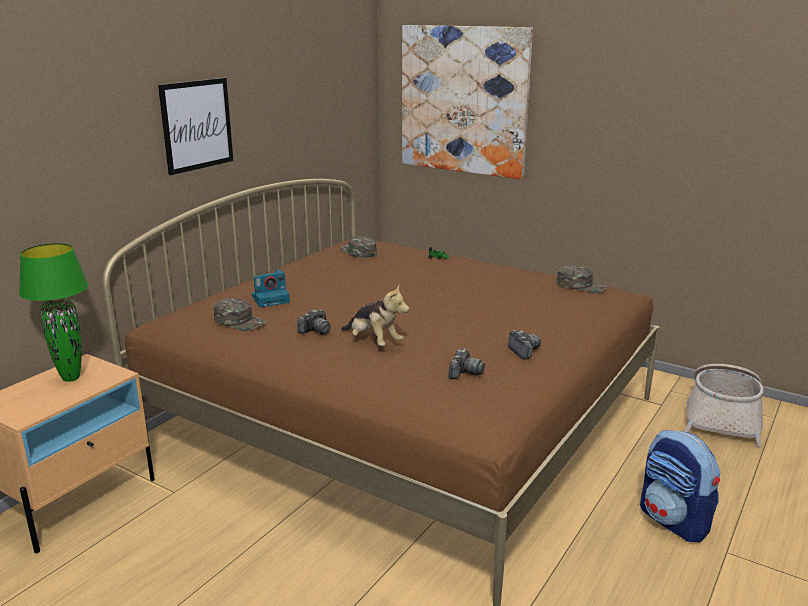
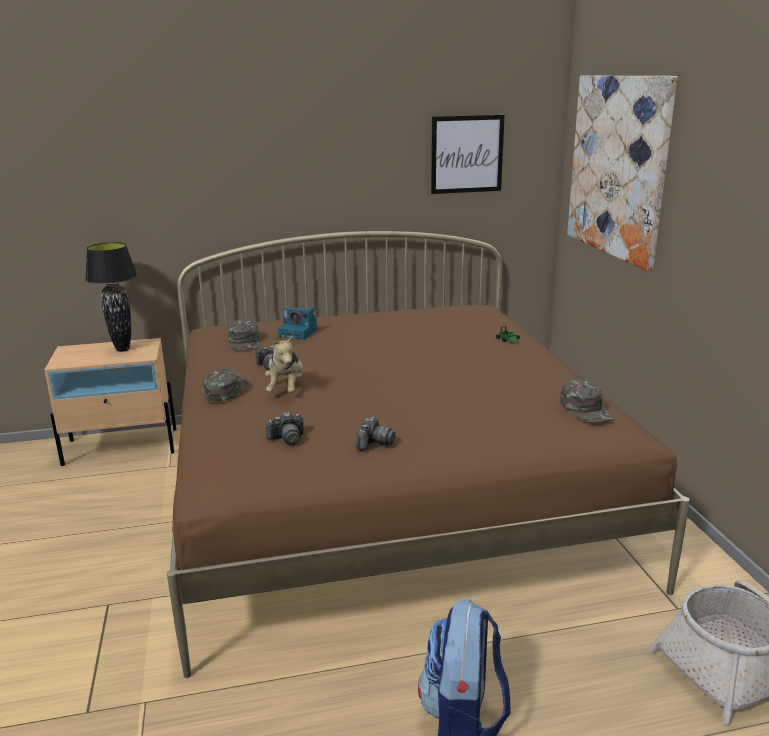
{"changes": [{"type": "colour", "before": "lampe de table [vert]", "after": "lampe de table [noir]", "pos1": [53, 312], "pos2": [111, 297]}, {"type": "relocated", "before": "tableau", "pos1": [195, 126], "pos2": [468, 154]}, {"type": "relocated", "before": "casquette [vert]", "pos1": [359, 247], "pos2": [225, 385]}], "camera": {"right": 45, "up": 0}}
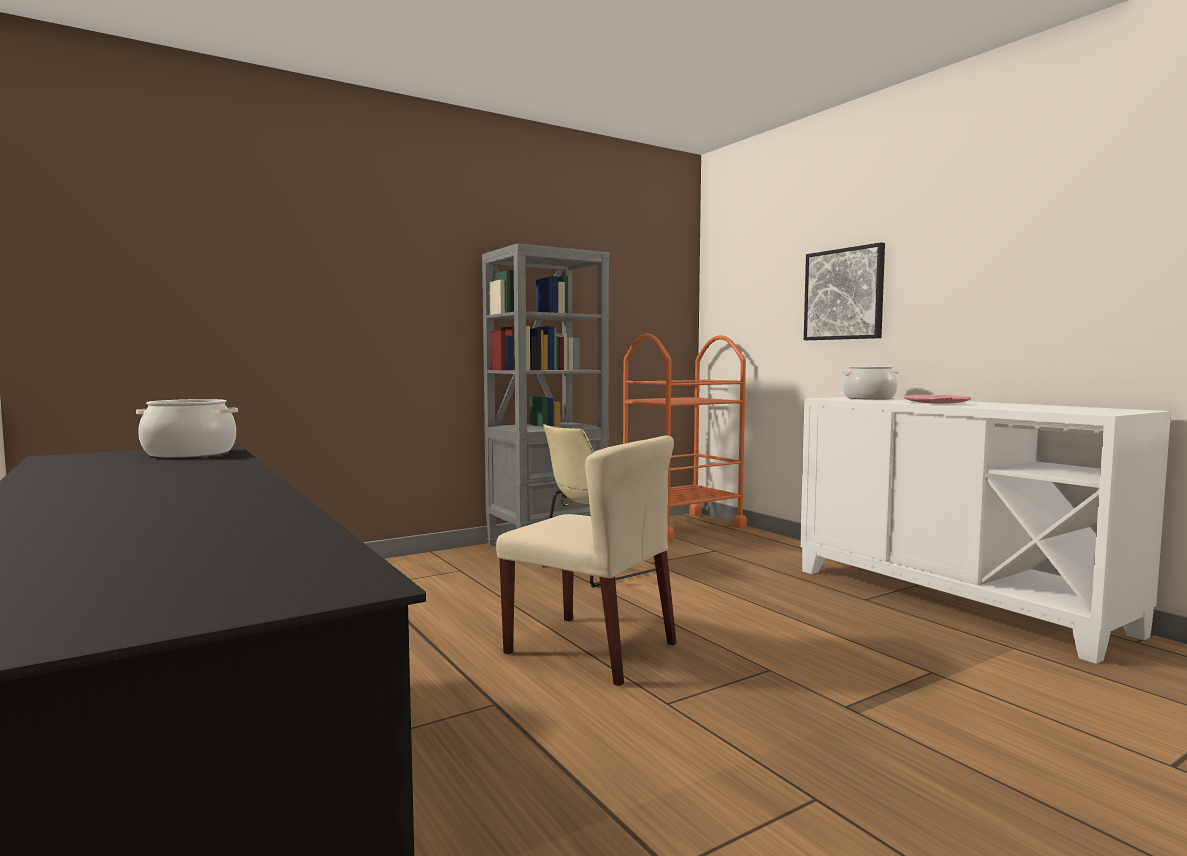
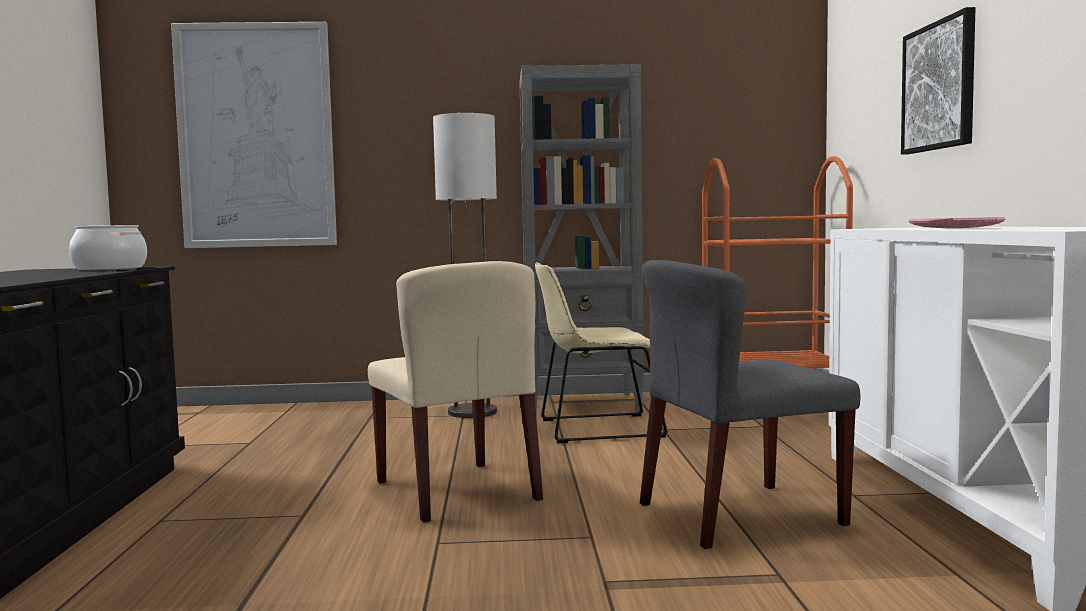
{"changes": [{"type": "missing", "before": "marmite", "pos1": [870, 383]}, {"type": "appeared", "after": "tableau", "pos2": [254, 135]}, {"type": "appeared", "after": "lampadaire", "pos2": [465, 265]}, {"type": "appeared", "after": "chaise [gris]", "pos2": [750, 404]}], "camera": {"right": 30, "up": 0}}
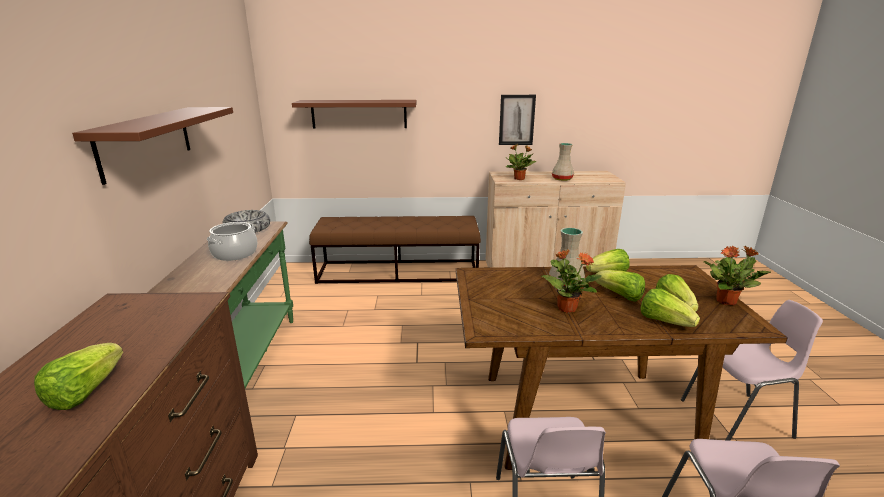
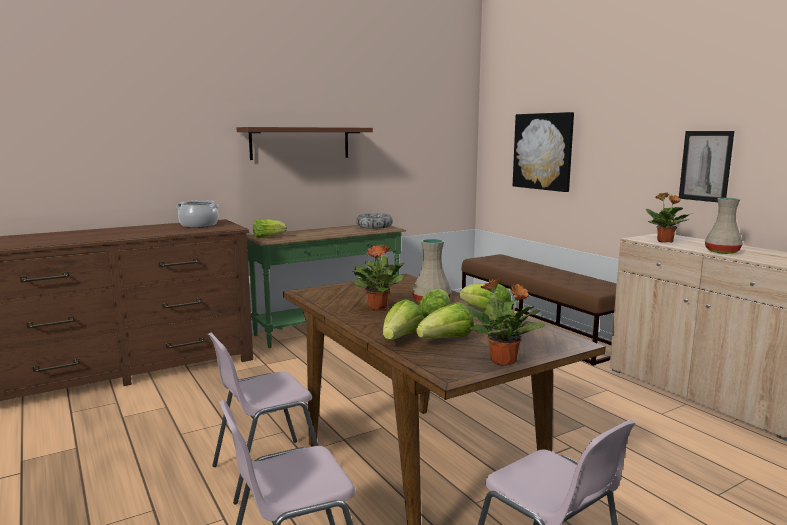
{"changes": [{"type": "relocated", "before": "laitue", "pos1": [78, 376], "pos2": [270, 228]}, {"type": "relocated", "before": "marmite", "pos1": [232, 241], "pos2": [197, 214]}, {"type": "exchanged", "before": "étagère [marron]", "after": "tableau", "pos1": [354, 114], "pos2": [543, 152]}], "camera": {"right": 60, "up": -10}}
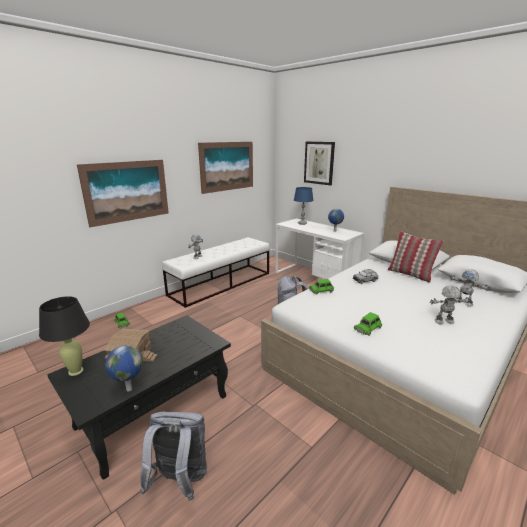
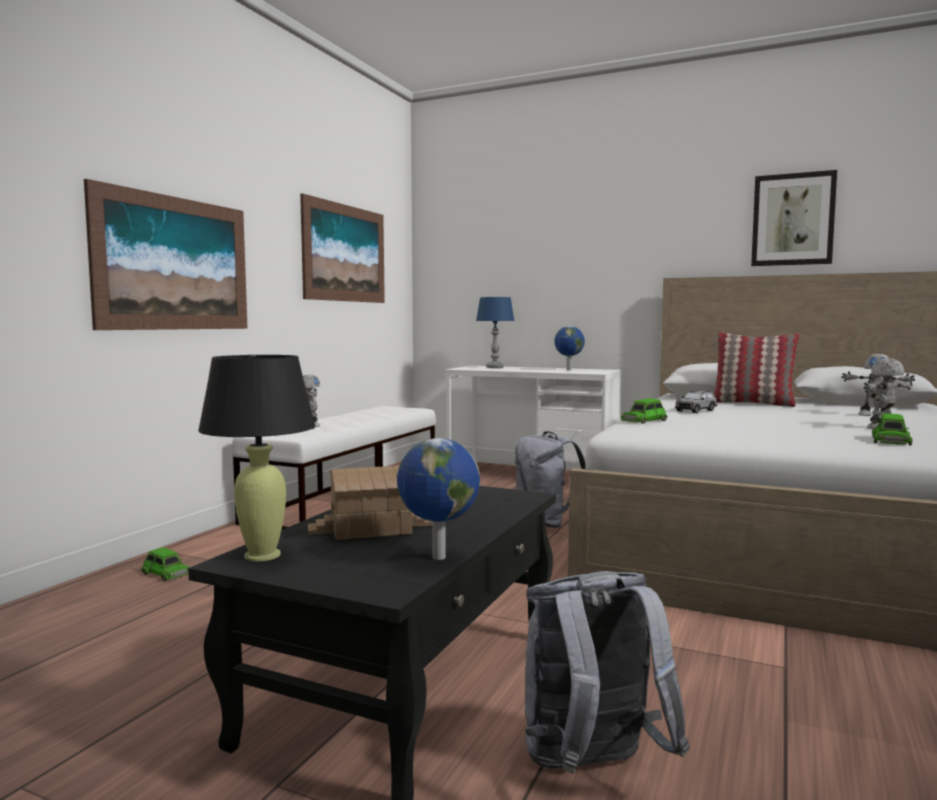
{"changes": [{"type": "relocated", "before": "tableau", "pos1": [319, 163], "pos2": [794, 218]}, {"type": "relocated", "before": "petite voiture [vert]", "pos1": [368, 324], "pos2": [892, 429]}], "camera": {"right": -20, "up": -15}}
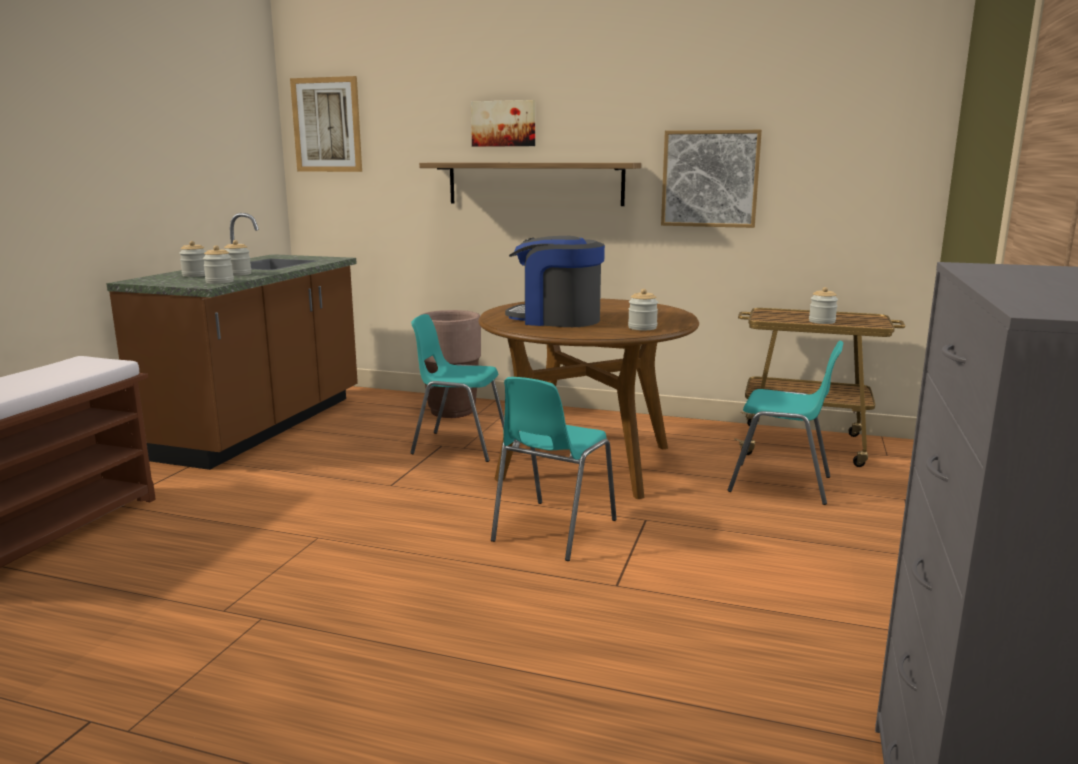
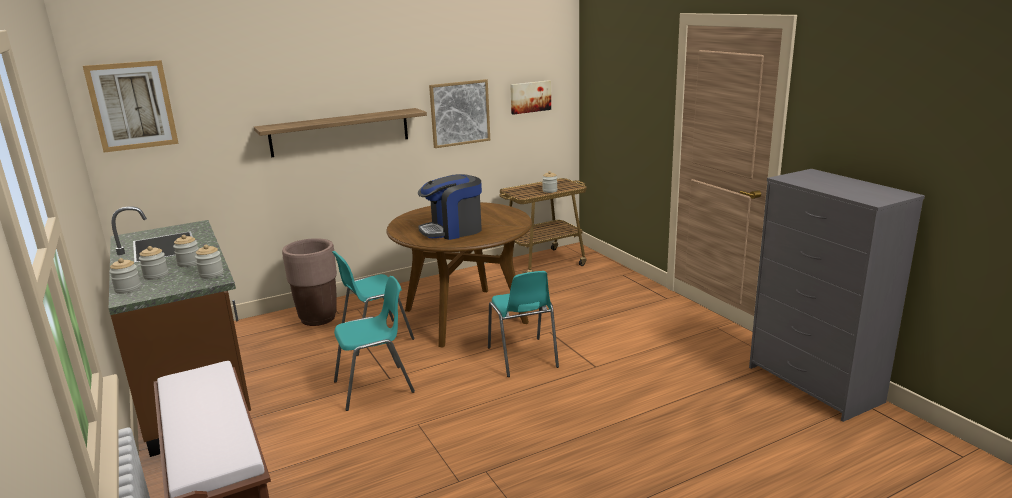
{"changes": [{"type": "relocated", "before": "tableau", "pos1": [503, 123], "pos2": [530, 97]}, {"type": "relocated", "before": "bocal", "pos1": [643, 309], "pos2": [125, 276]}, {"type": "relocated", "before": "chaise [turquoise]", "pos1": [785, 422], "pos2": [374, 343]}], "camera": {"right": -45, "up": 5}}
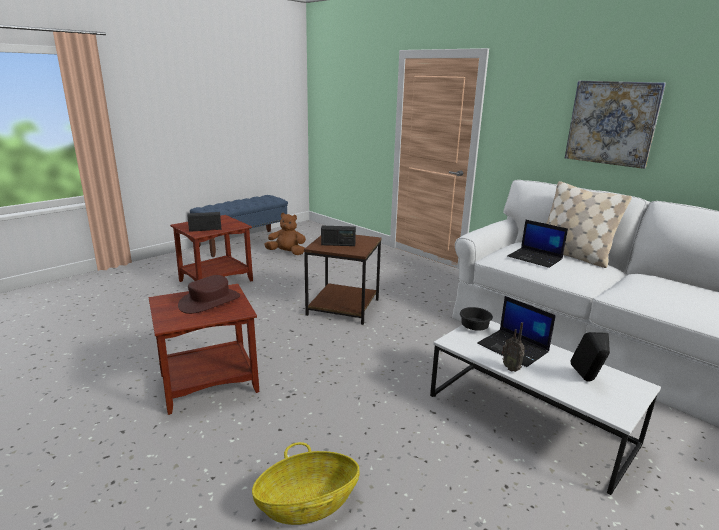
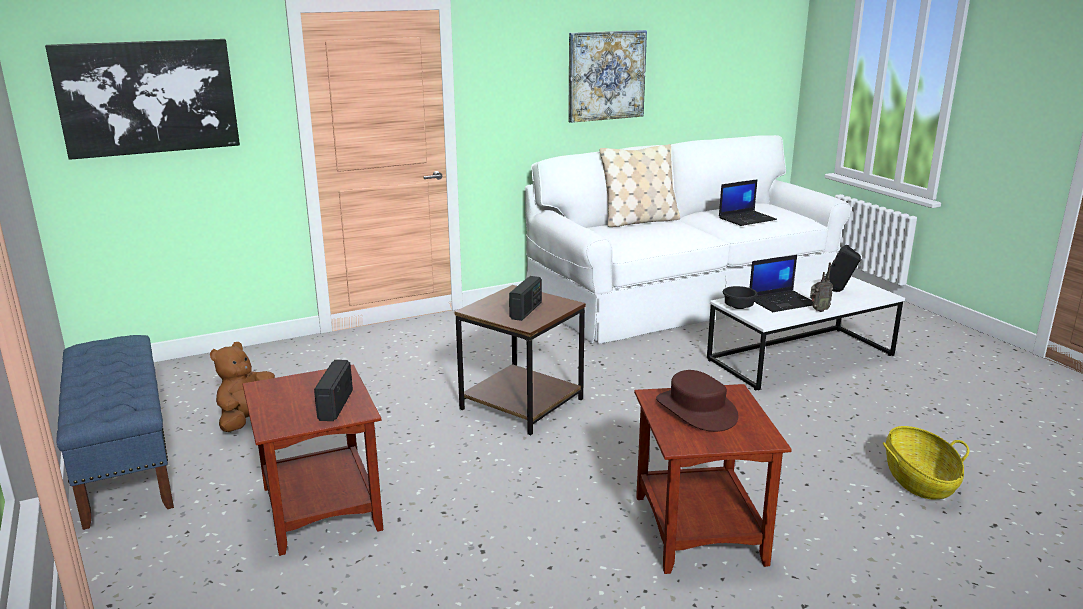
{"changes": [{"type": "relocated", "before": "ordinateur portable", "pos1": [537, 243], "pos2": [748, 202]}, {"type": "appeared", "after": "tableau", "pos2": [142, 99]}], "camera": {"right": -70, "up": 0}}
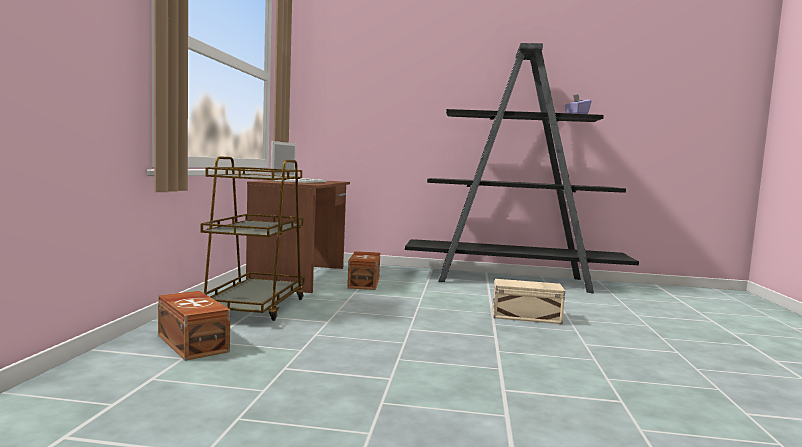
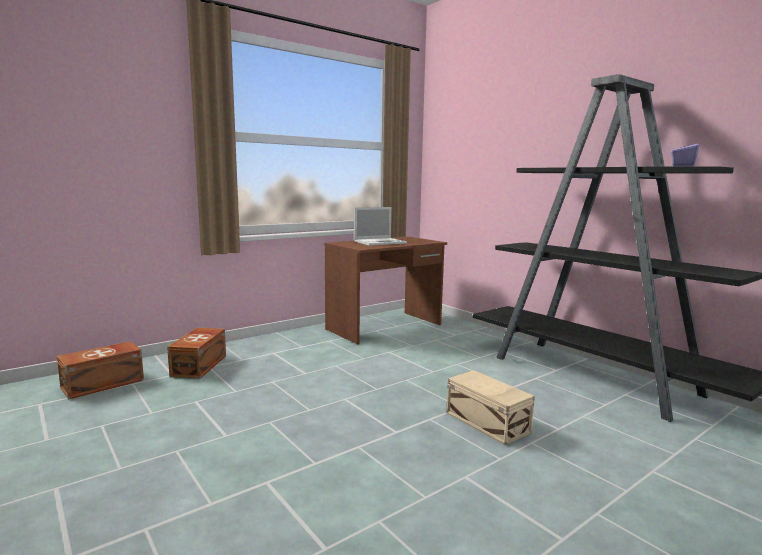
{"changes": [{"type": "missing", "before": "chariot [marron]", "pos1": [253, 238]}, {"type": "relocated", "before": "boîte de rangement [marron]", "pos1": [363, 270], "pos2": [100, 370]}], "camera": {"right": 45, "up": 5}}
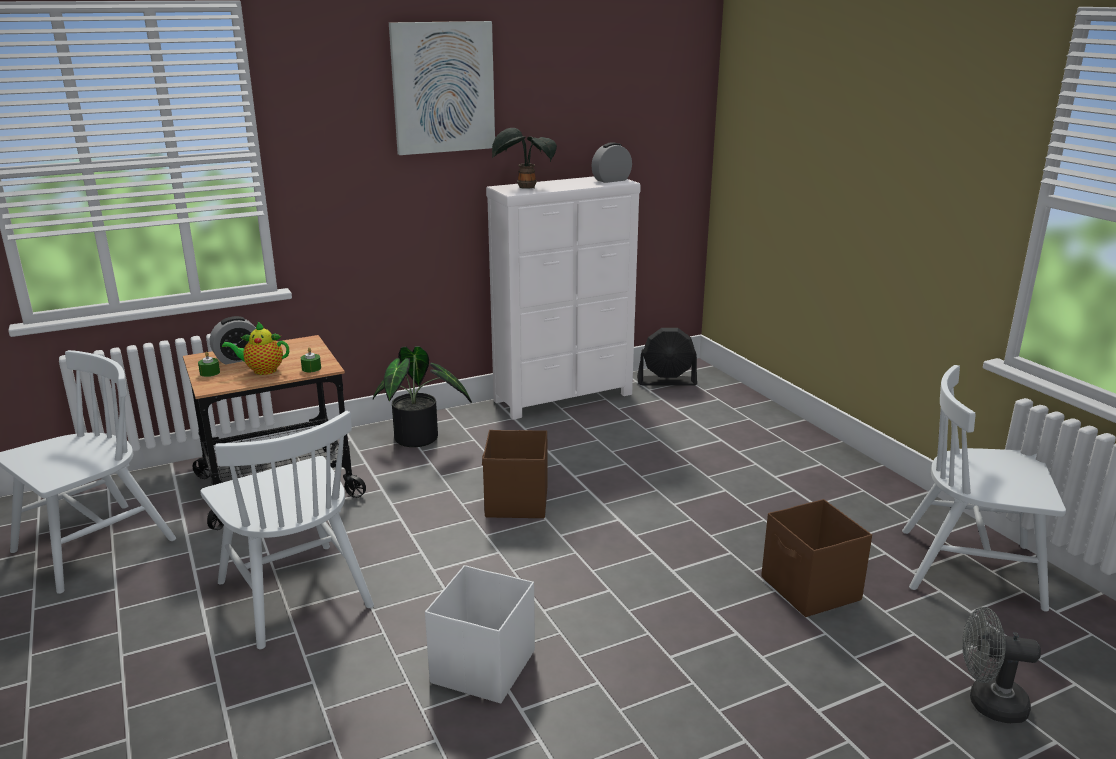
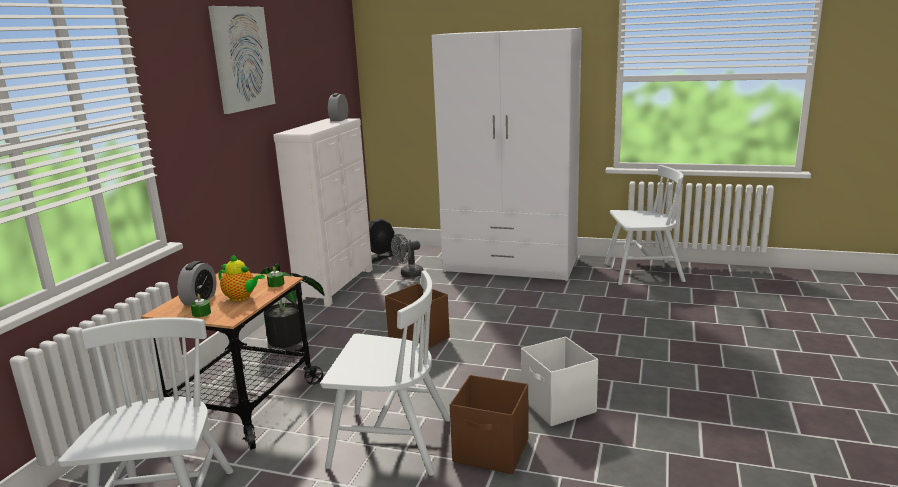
{"changes": [{"type": "spun", "before": "théière", "pos1": [255, 348], "pos2": [241, 277], "turn": -105}, {"type": "missing", "before": "plante en pot", "pos1": [524, 158]}, {"type": "relocated", "before": "boîte de rangement [marron]", "pos1": [816, 558], "pos2": [489, 424]}, {"type": "spun", "before": "chaise [blanc]", "pos1": [984, 488], "pos2": [645, 225], "turn": -150}, {"type": "relocated", "before": "ventilateur [gris]", "pos1": [1001, 665], "pos2": [407, 256]}, {"type": "appeared", "after": "armoire [blanc]", "pos2": [506, 154]}], "camera": {"right": -45, "up": -5}}
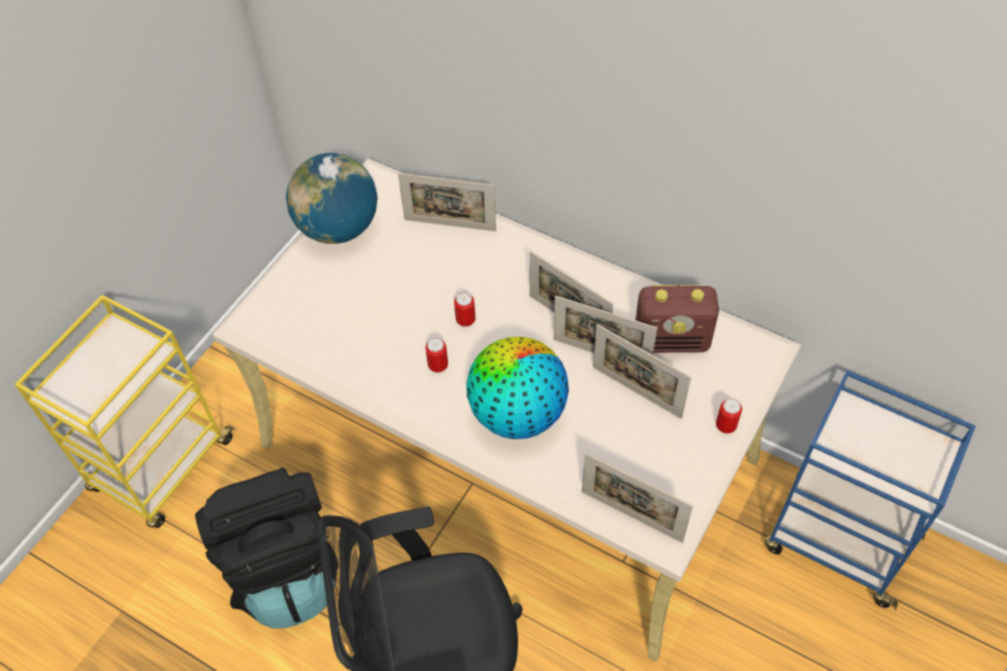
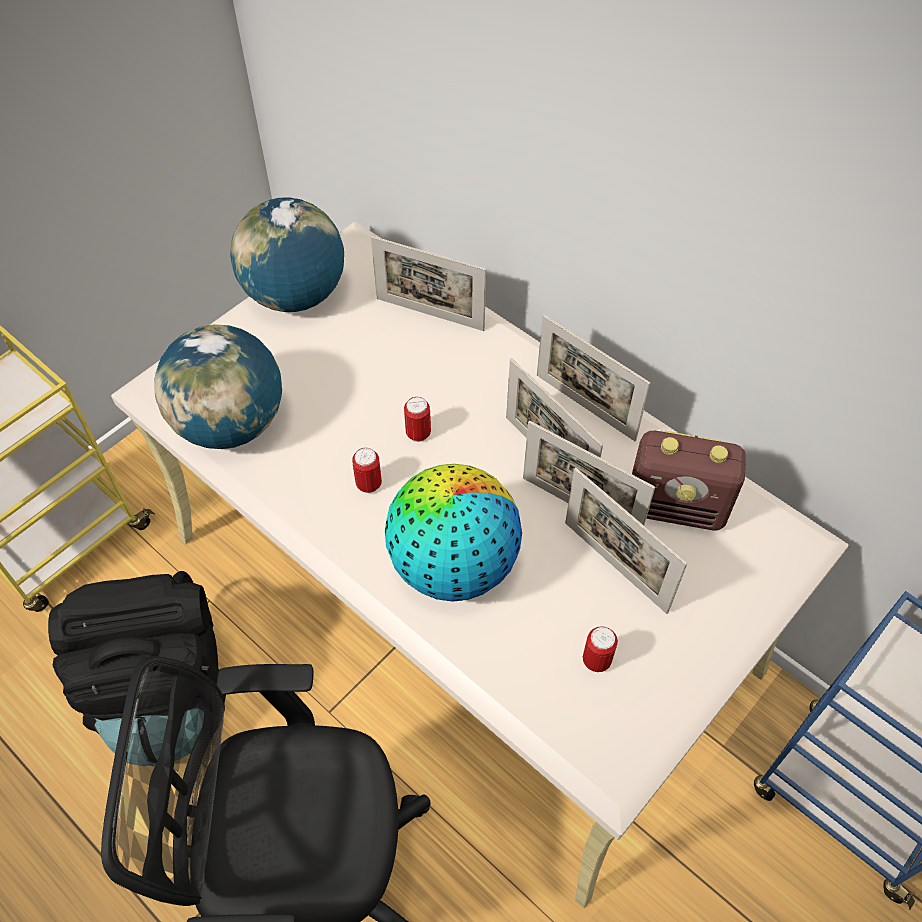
{"changes": [{"type": "relocated", "before": "cadre photo", "pos1": [637, 498], "pos2": [593, 378]}, {"type": "relocated", "before": "boîte métallique", "pos1": [729, 416], "pos2": [600, 649]}, {"type": "appeared", "after": "globe", "pos2": [218, 386]}], "camera": {"right": 10, "up": 0}}
